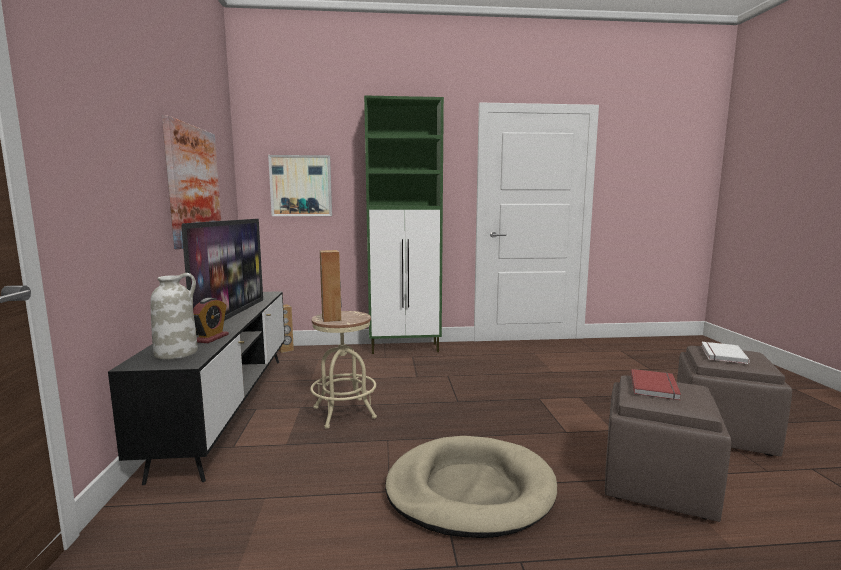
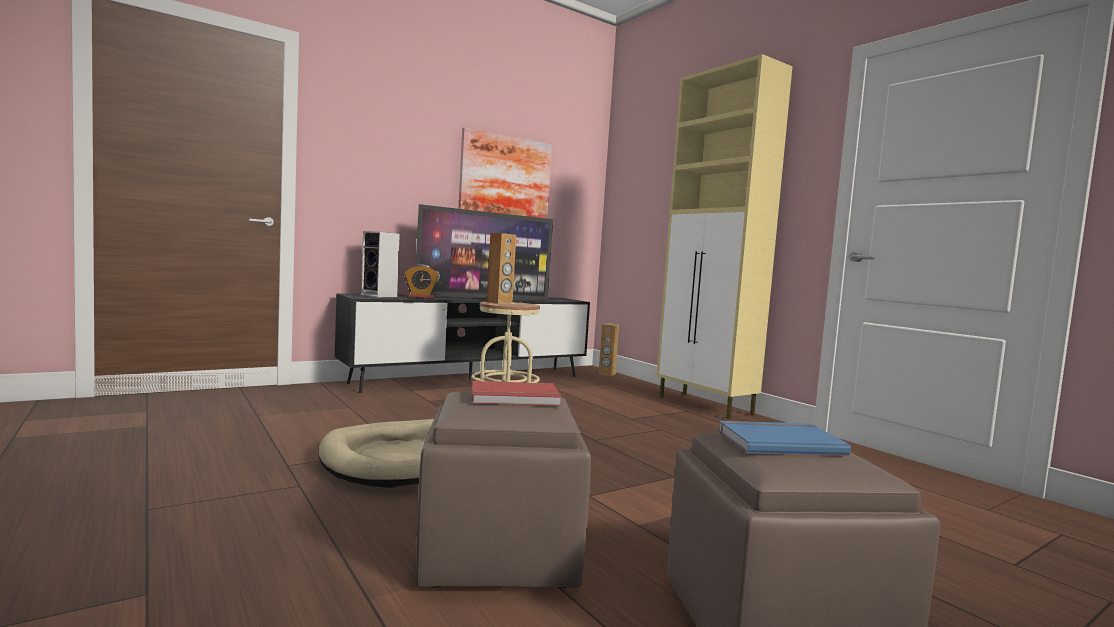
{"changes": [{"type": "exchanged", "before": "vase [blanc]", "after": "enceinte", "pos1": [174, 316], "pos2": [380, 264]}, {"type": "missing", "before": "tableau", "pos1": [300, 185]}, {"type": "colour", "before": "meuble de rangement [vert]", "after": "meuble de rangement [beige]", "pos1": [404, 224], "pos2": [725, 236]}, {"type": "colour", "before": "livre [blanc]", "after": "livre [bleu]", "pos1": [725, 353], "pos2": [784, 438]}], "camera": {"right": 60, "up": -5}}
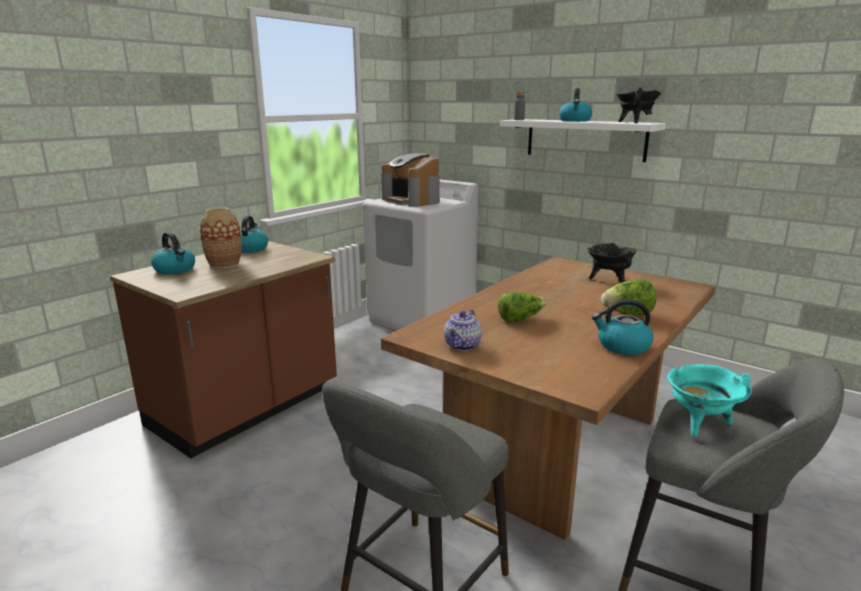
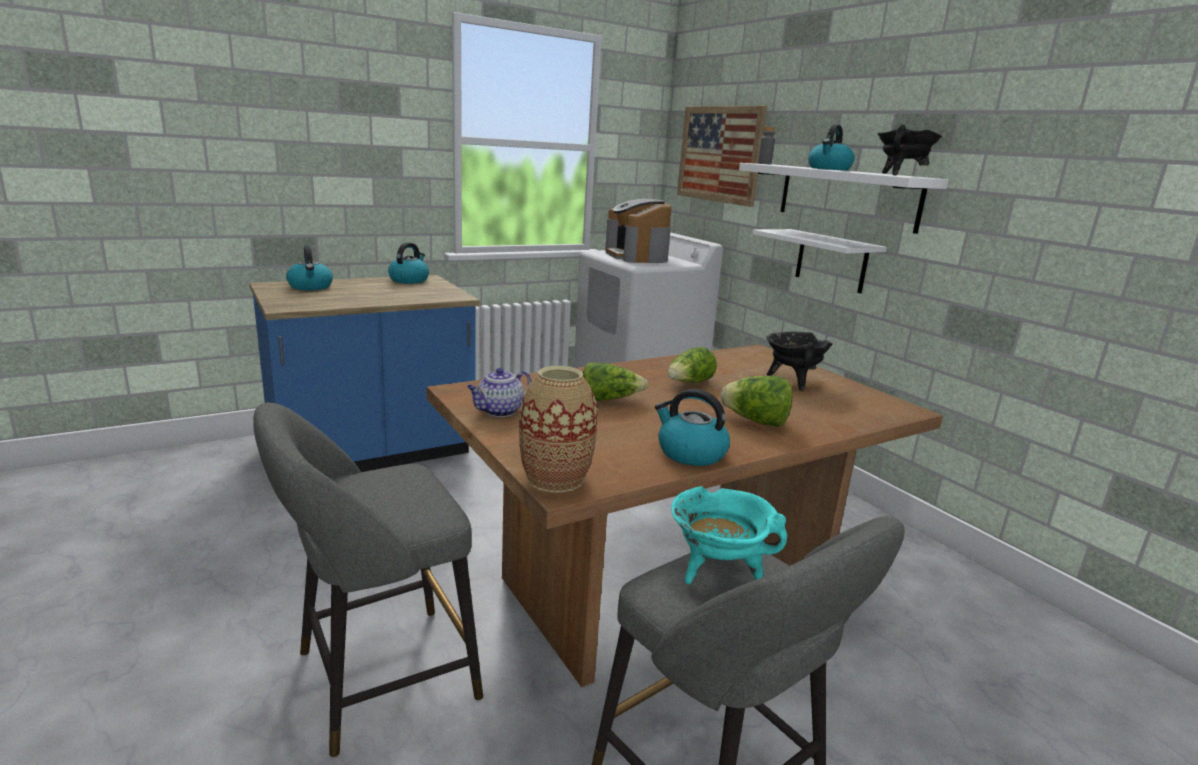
{"changes": [{"type": "colour", "before": "comptoir de cuisine [marron]", "after": "comptoir de cuisine [bleu]", "pos1": [223, 349], "pos2": [365, 373]}, {"type": "relocated", "before": "vase", "pos1": [221, 237], "pos2": [558, 429]}, {"type": "appeared", "after": "laitue", "pos2": [692, 364]}, {"type": "appeared", "after": "tableau", "pos2": [722, 156]}, {"type": "appeared", "after": "étagère [blanc]", "pos2": [820, 261]}], "camera": {"right": 20, "up": 0}}
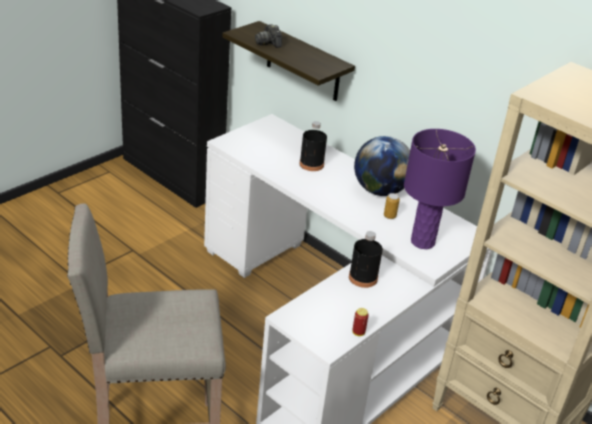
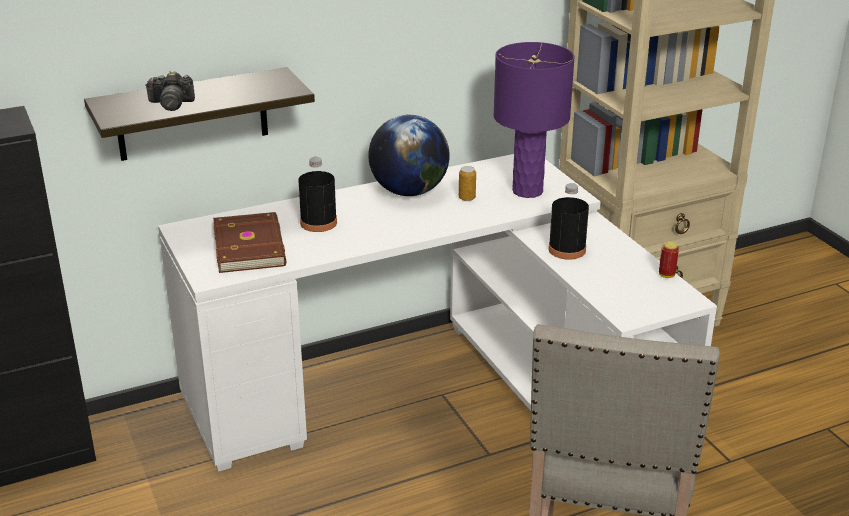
{"changes": [{"type": "appeared", "after": "livre [marron]", "pos2": [249, 242]}], "camera": {"right": -65, "up": -5}}
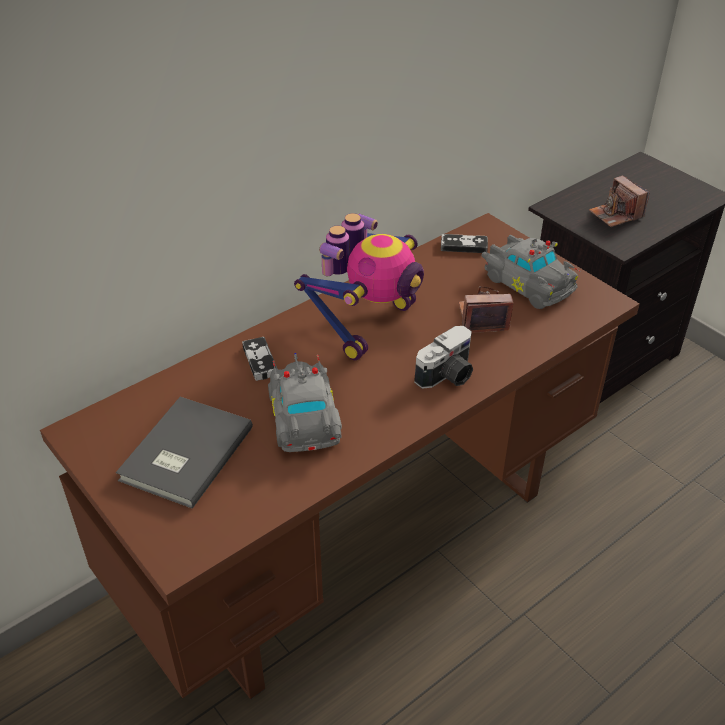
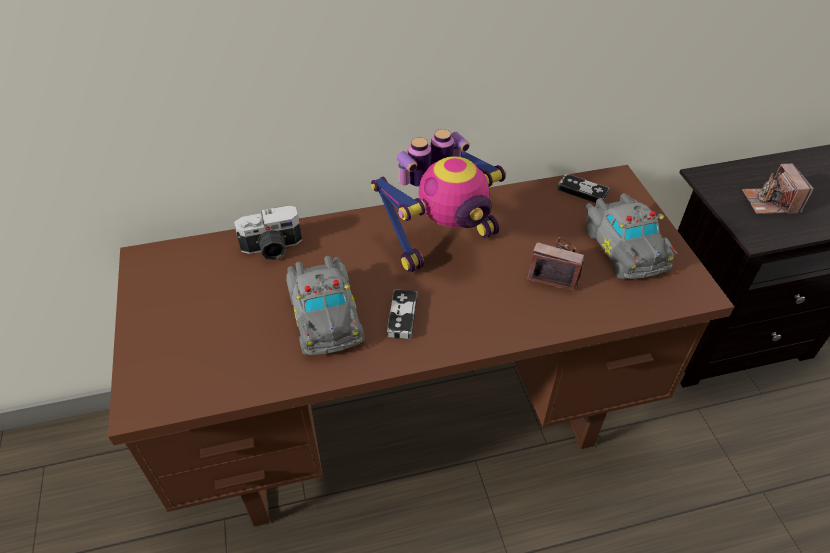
{"changes": [{"type": "missing", "before": "livre [gris]", "pos1": [184, 453]}, {"type": "relocated", "before": "manette", "pos1": [259, 359], "pos2": [402, 314]}, {"type": "spun", "before": "petite voiture [gris]", "pos1": [305, 402], "pos2": [325, 305], "turn": 150}, {"type": "relocated", "before": "appareil photo", "pos1": [443, 357], "pos2": [268, 232]}], "camera": {"right": 25, "up": 5}}
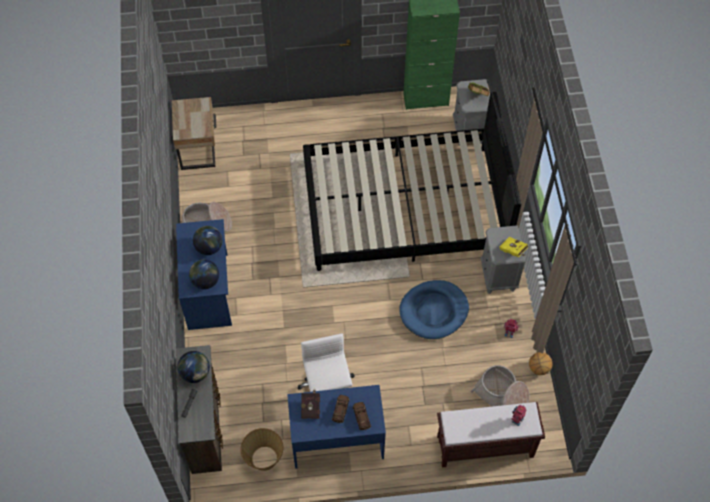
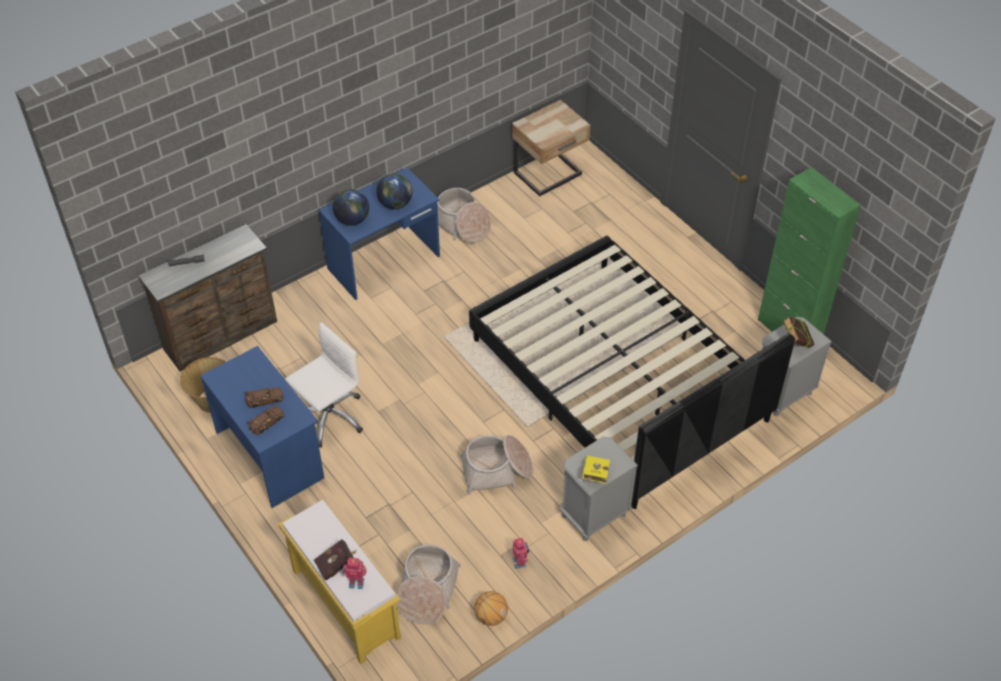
{"changes": [{"type": "missing", "before": "globe", "pos1": [193, 367]}, {"type": "relocated", "before": "livre [rouge]", "pos1": [310, 404], "pos2": [335, 560]}, {"type": "exchanged", "before": "panier pour chien [bleu]", "after": "panier", "pos1": [434, 309], "pos2": [497, 465]}, {"type": "colour", "before": "banc [marron]", "after": "banc [jaune]", "pos1": [491, 434], "pos2": [340, 582]}], "camera": {"right": 60, "up": -10}}
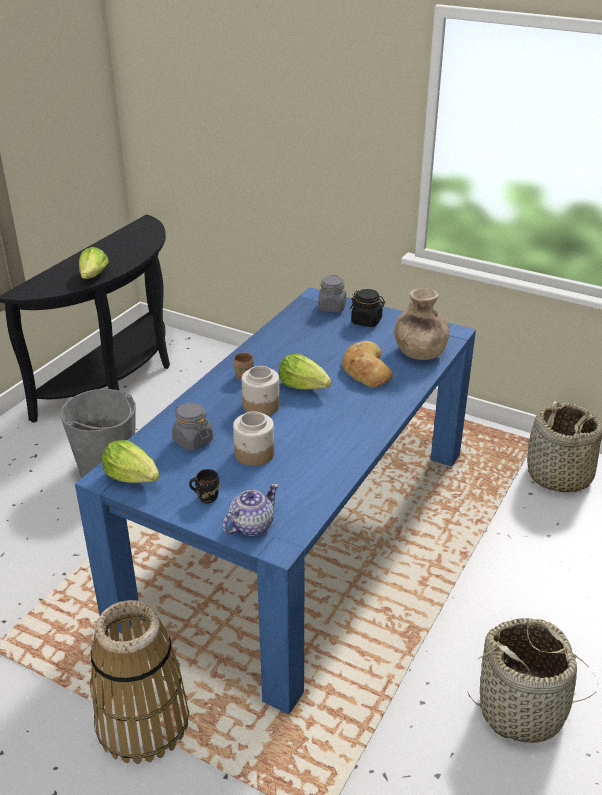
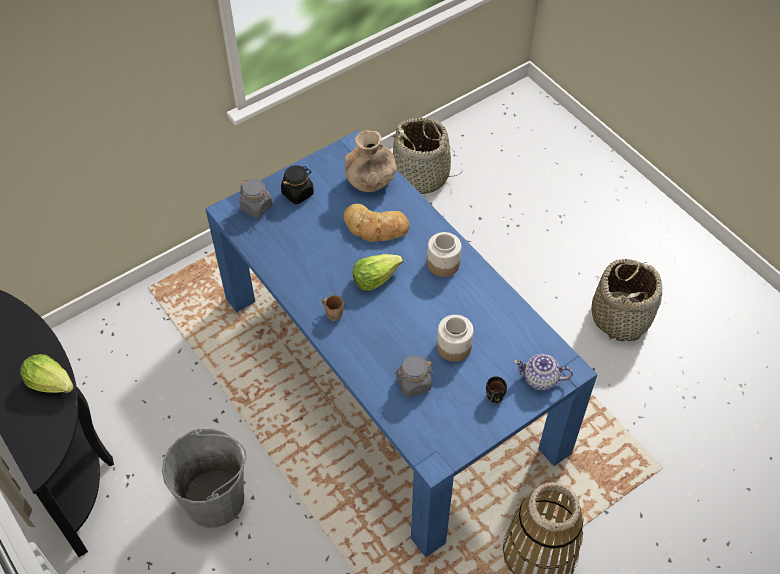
{"changes": [{"type": "missing", "before": "laitue", "pos1": [130, 461]}, {"type": "spun", "before": "théière", "pos1": [250, 509], "pos2": [543, 372], "turn": -60}, {"type": "relocated", "before": "bocal", "pos1": [261, 390], "pos2": [444, 254]}], "camera": {"right": -65, "up": 20}}
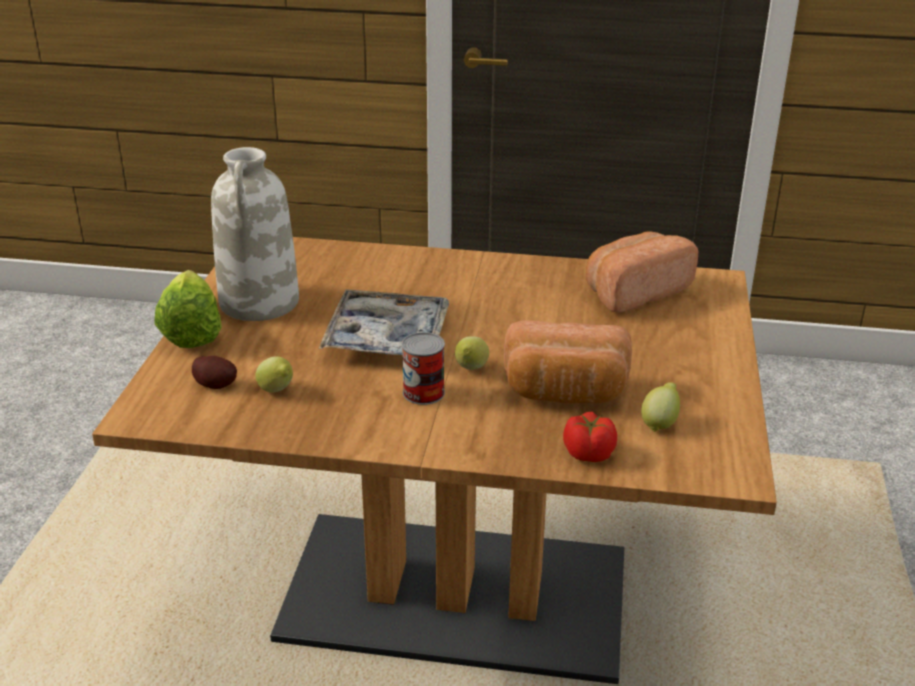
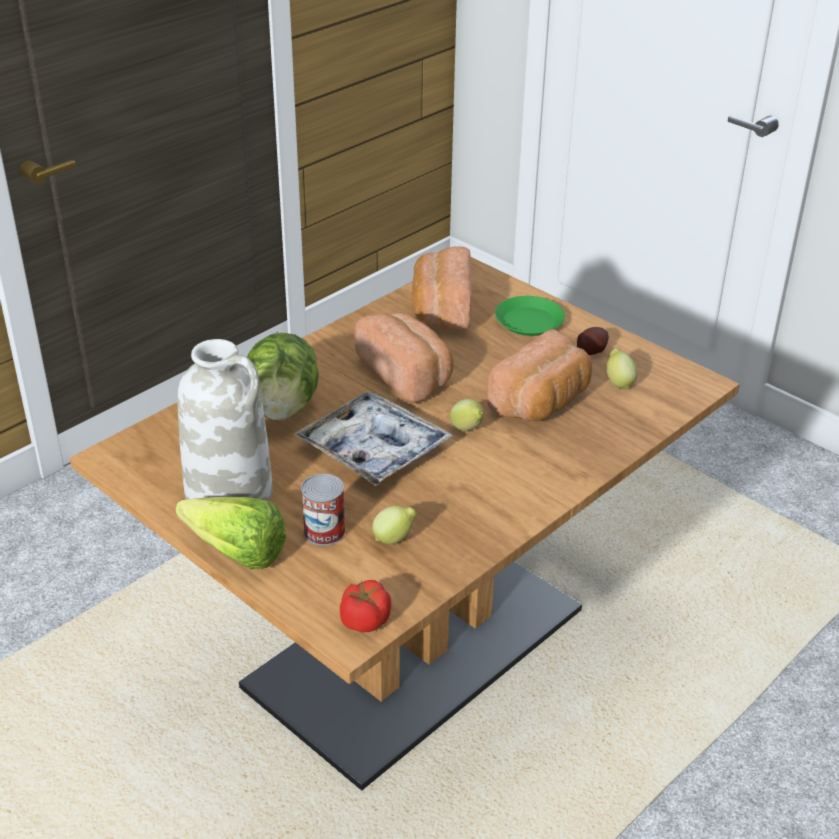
{"changes": [{"type": "relocated", "before": "pomme de terre", "pos1": [214, 372], "pos2": [593, 341]}, {"type": "relocated", "before": "boîte métallique", "pos1": [423, 368], "pos2": [323, 510]}, {"type": "relocated", "before": "tomate", "pos1": [590, 437], "pos2": [365, 606]}, {"type": "appeared", "after": "laitue", "pos2": [283, 377]}, {"type": "appeared", "after": "pain", "pos2": [404, 357]}, {"type": "appeared", "after": "assiette [vert]", "pos2": [530, 316]}], "camera": {"right": -55, "up": 5}}
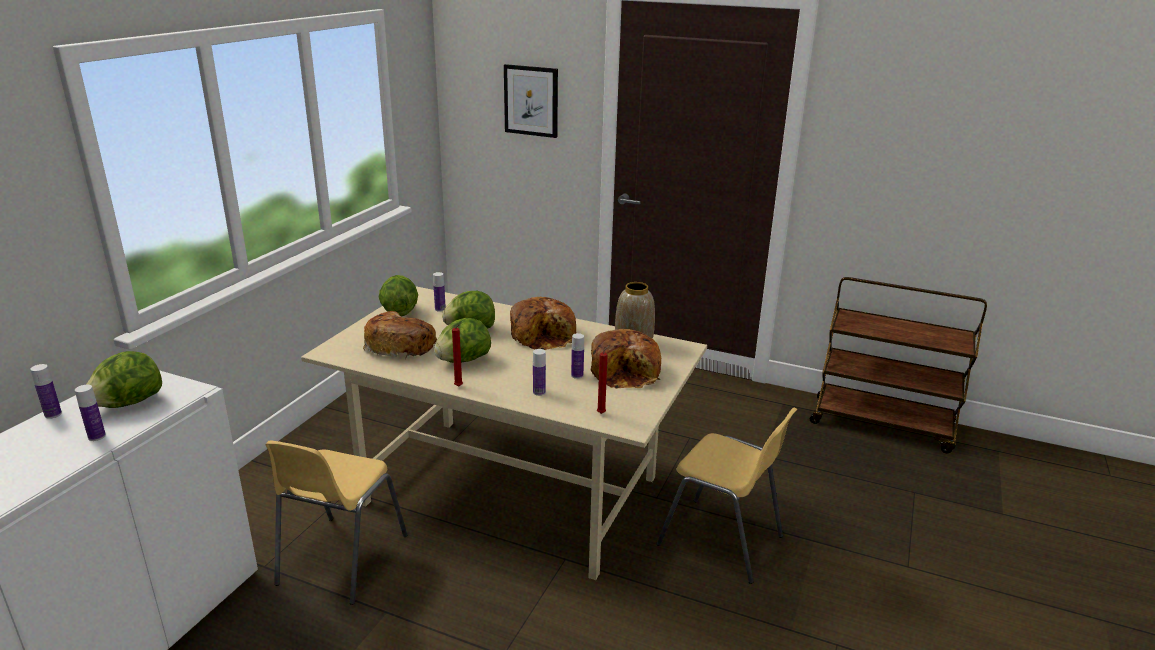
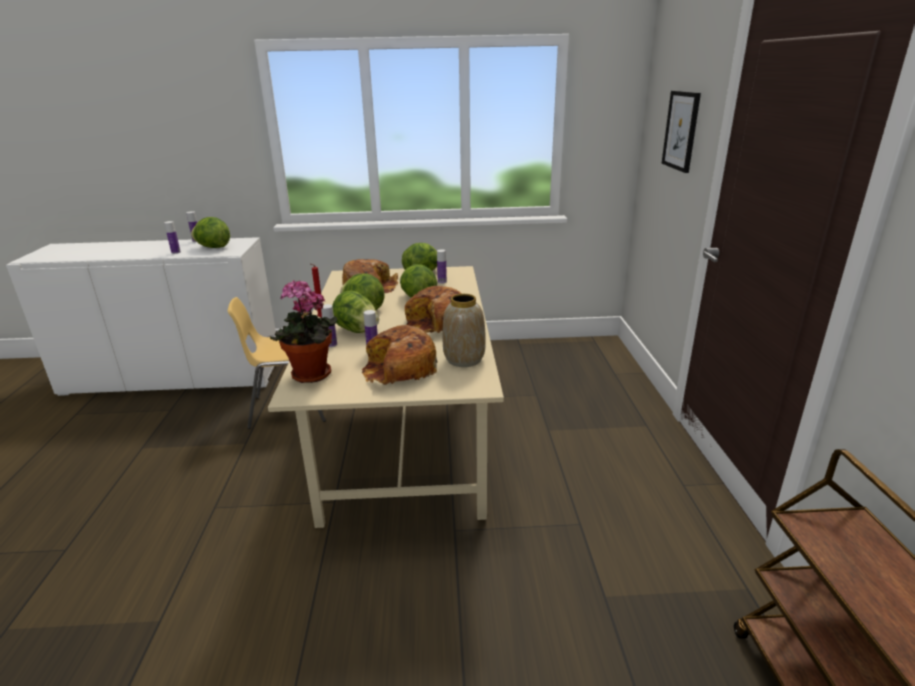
{"changes": [{"type": "exchanged", "before": "bougie [rouge]", "after": "plante en pot", "pos1": [603, 379], "pos2": [303, 331]}, {"type": "missing", "before": "chaise [jaune]", "pos1": [726, 496]}, {"type": "appeared", "after": "laitue", "pos2": [355, 312]}], "camera": {"right": 65, "up": 0}}
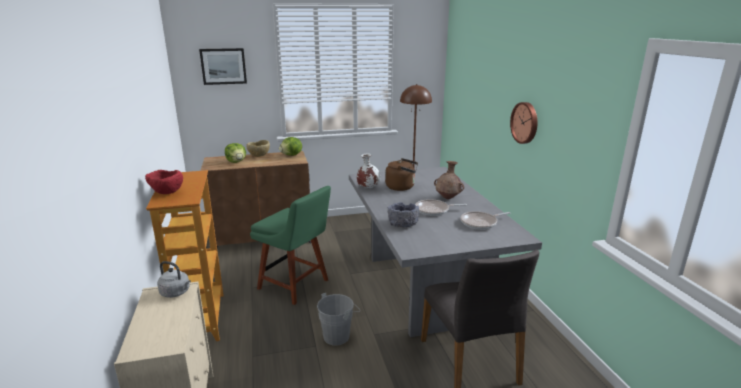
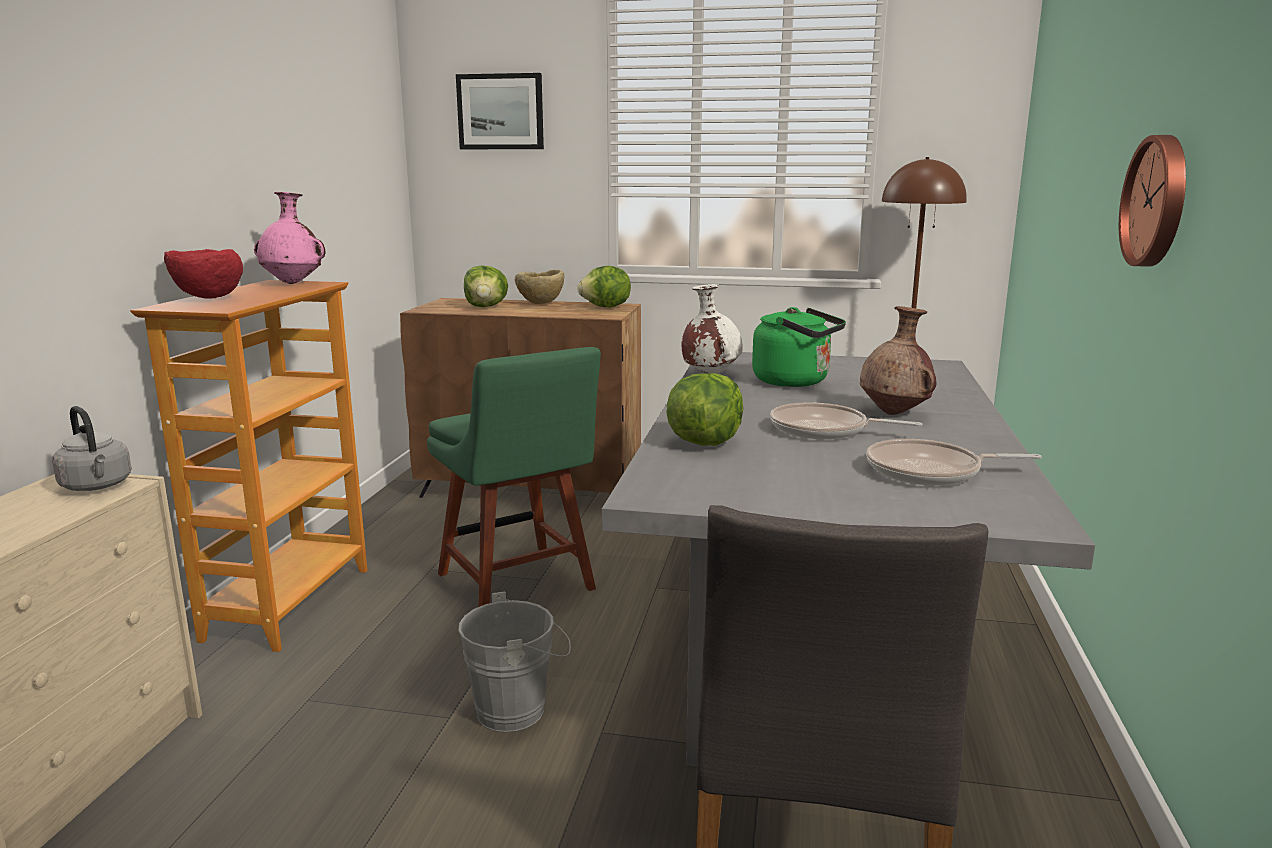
{"changes": [{"type": "colour", "before": "bouilloire [marron]", "after": "bouilloire [vert]", "pos1": [401, 174], "pos2": [799, 347]}, {"type": "exchanged", "before": "bol [gris]", "after": "laitue", "pos1": [403, 214], "pos2": [704, 409]}, {"type": "appeared", "after": "vase [rose]", "pos2": [290, 238]}], "camera": {"right": 25, "up": -5}}
